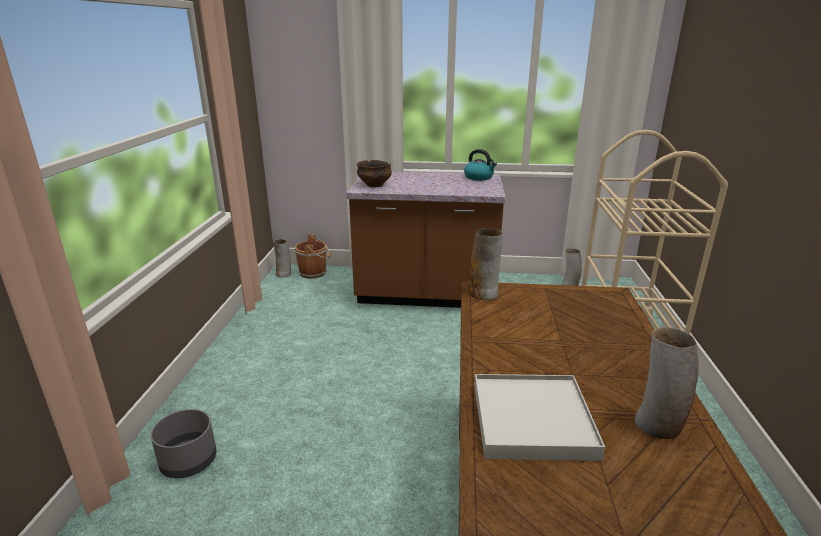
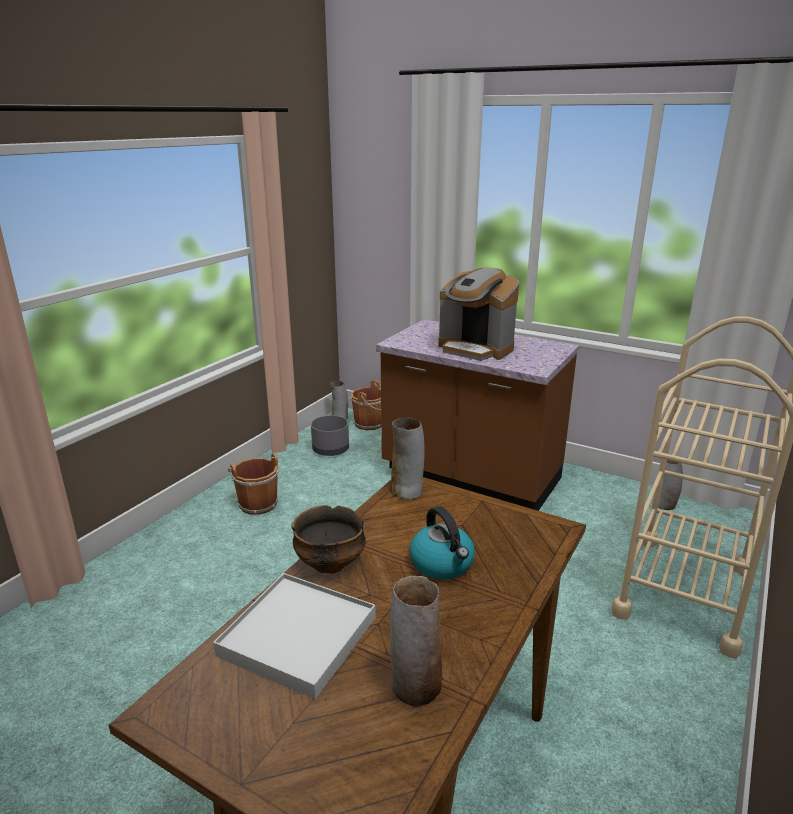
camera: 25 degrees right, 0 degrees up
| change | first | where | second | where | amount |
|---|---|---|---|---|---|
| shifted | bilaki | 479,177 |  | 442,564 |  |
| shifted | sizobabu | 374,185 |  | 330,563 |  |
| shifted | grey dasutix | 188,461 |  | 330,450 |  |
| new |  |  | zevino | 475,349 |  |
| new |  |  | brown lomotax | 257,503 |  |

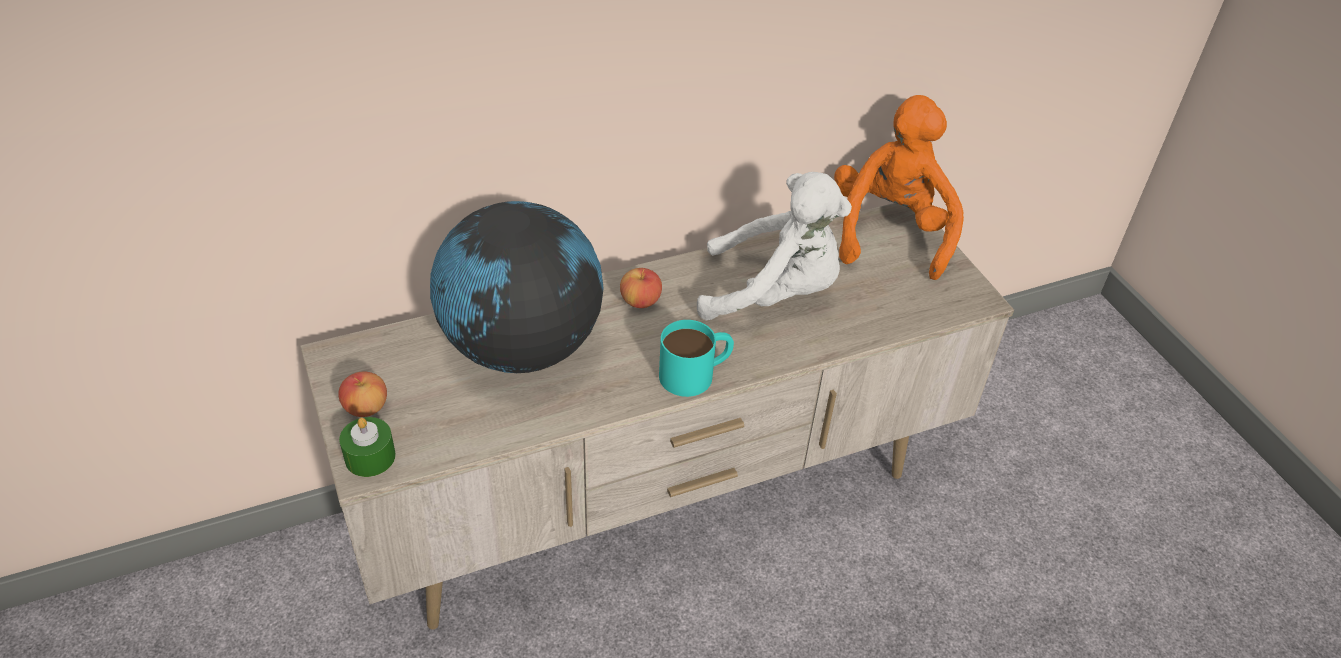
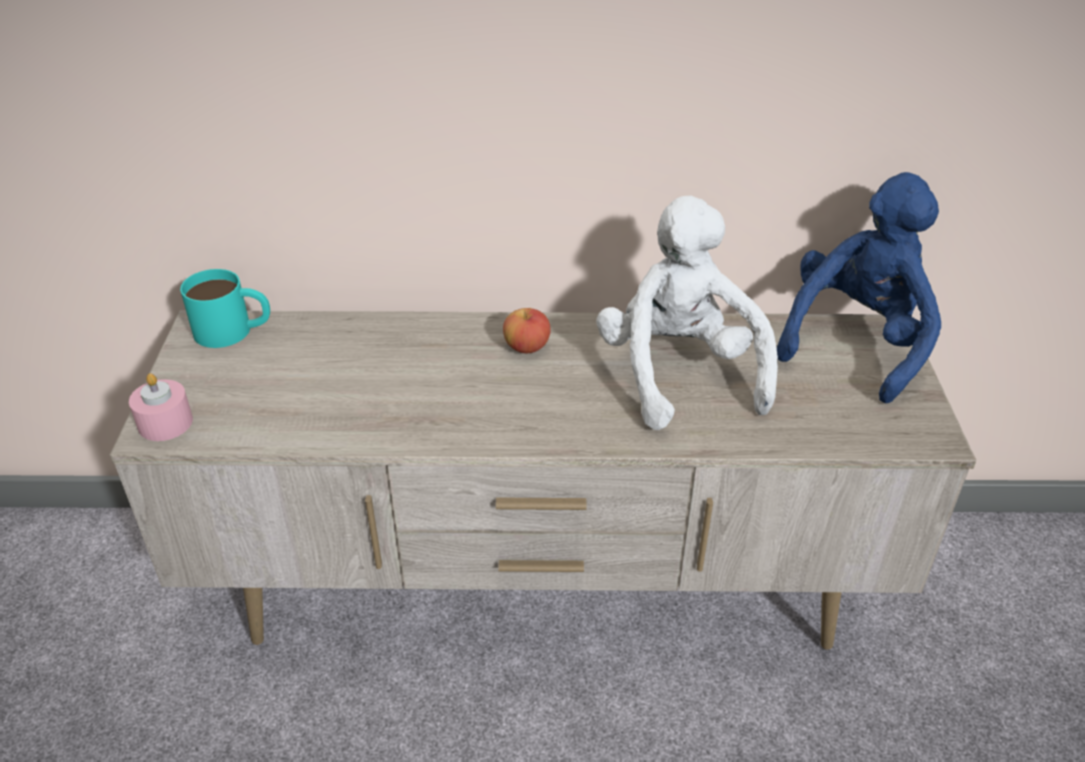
camera: 25 degrees right, 5 degrees down
| change | first | where | second | where | amount |
|---|---|---|---|---|---|
| repainted | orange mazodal | 890,232 | blue mazodal | 856,342 |  |
| rotated | white mazodal | 774,294 |  | 679,373 | 135 degrees counterclockwise |
| gone | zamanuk | 521,347 |  |  |  |
| shifted | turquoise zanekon | 696,373 |  | 234,330 |  |
| gone | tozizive | 366,407 |  |  |  |
| repainted | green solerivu | 370,457 | pink solerivu | 165,423 |  |

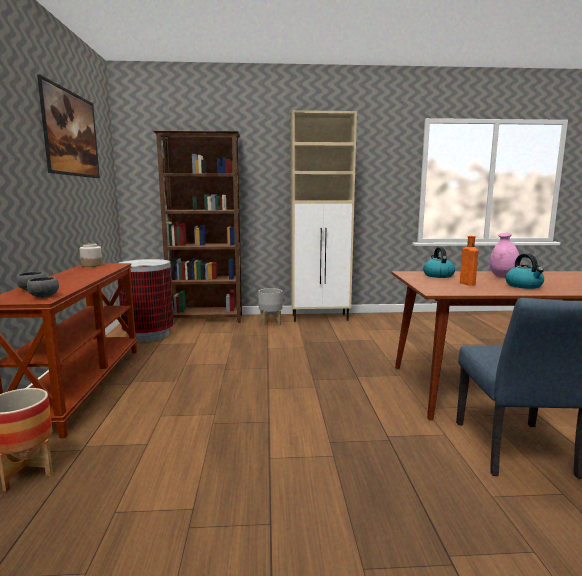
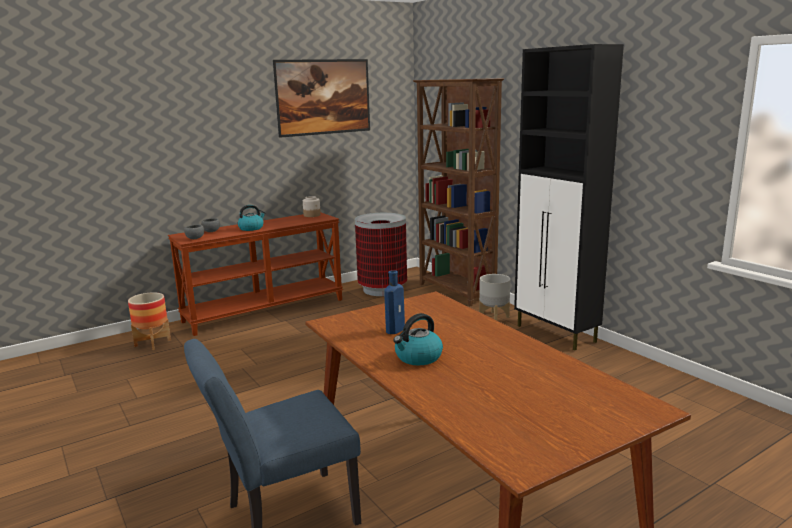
camera: 60 degrees right, 5 degrees up
| change | first | where | second | where | amount |
|---|---|---|---|---|---|
| repainted | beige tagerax | 320,318 | black tagerax | 556,334 |  |
| gone | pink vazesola | 503,277 |  |  |  |
| repainted | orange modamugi | 466,283 | blue modamugi | 396,329 |  |
| shifted | bilaki | 438,275 |  | 251,228 |  |

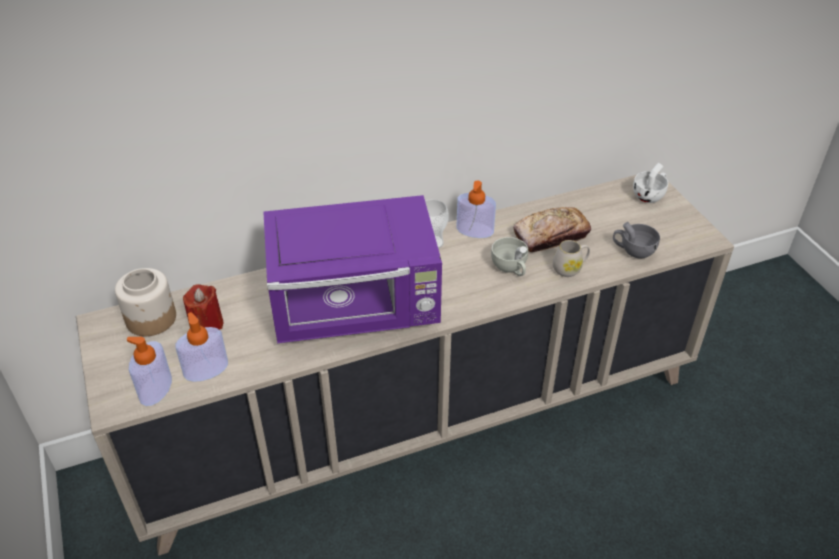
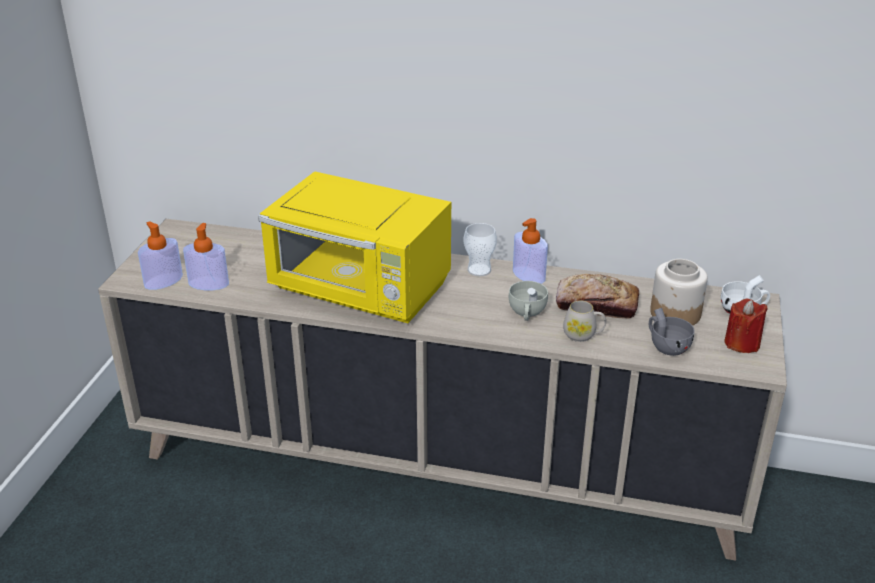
camera: 35 degrees right, 10 degrees down
| change | first | where | second | where | amount |
|---|---|---|---|---|---|
| repainted | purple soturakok | 357,309 | yellow soturakok | 361,291 |  |
| shifted | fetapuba | 152,318 |  | 676,313 |  |
| shifted | red solerivu | 206,324 |  | 742,343 |  |

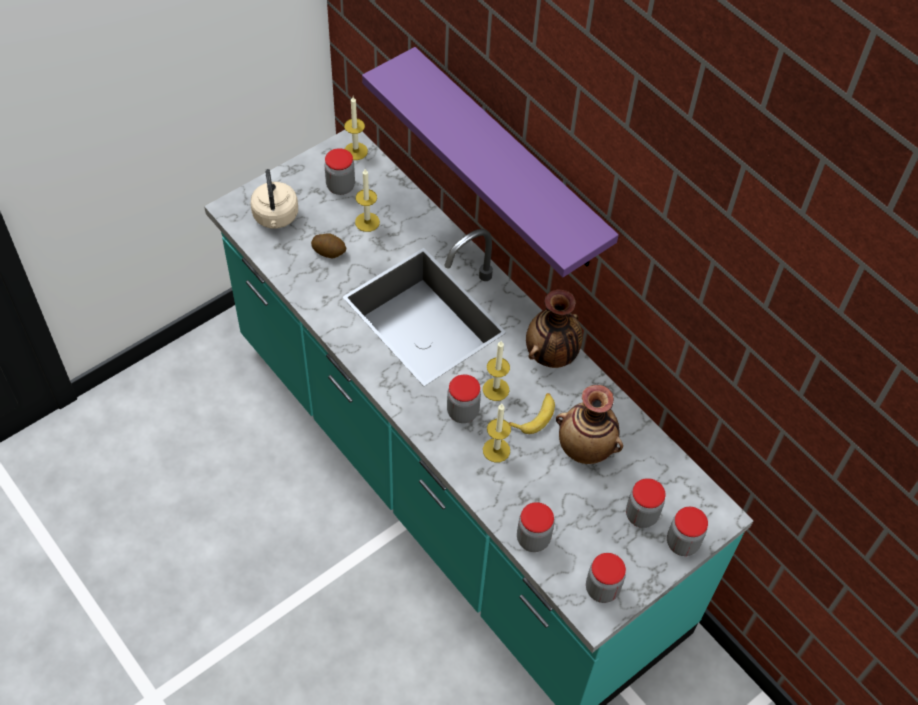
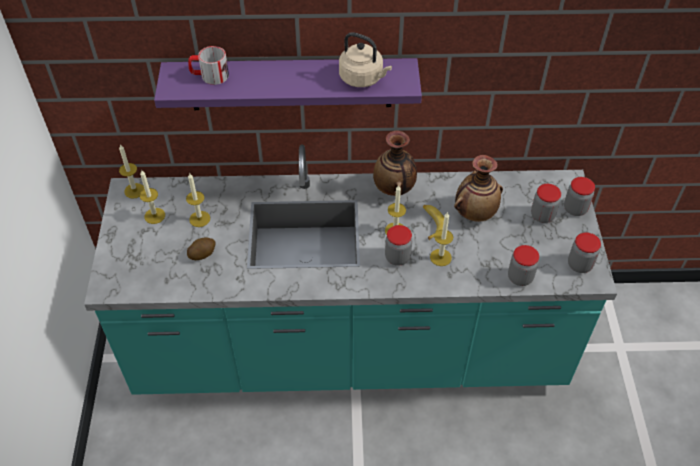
camera: 50 degrees left, 5 degrees down
| change | first | where | second | where | amount |
|---|---|---|---|---|---|
| swapped | fetapuba | 340,186 | solerivu | 154,216 |  |
| shifted | beige bilaki | 276,217 |  | 363,78 |  |
| new |  |  | zanekon | 209,76 |  |

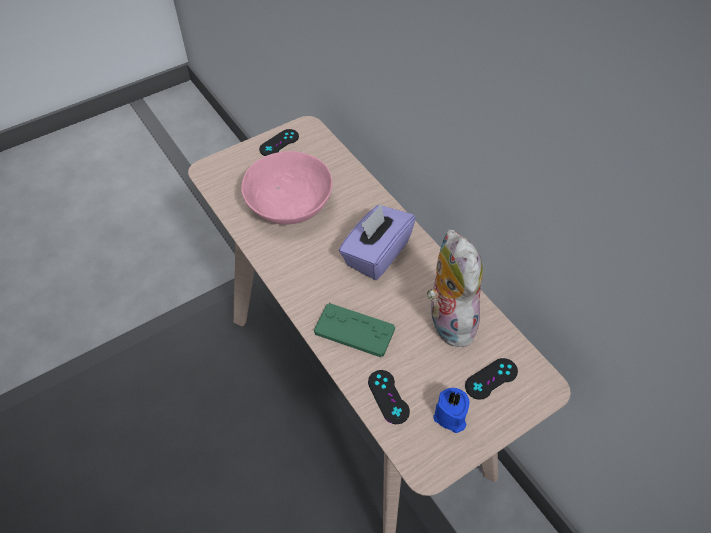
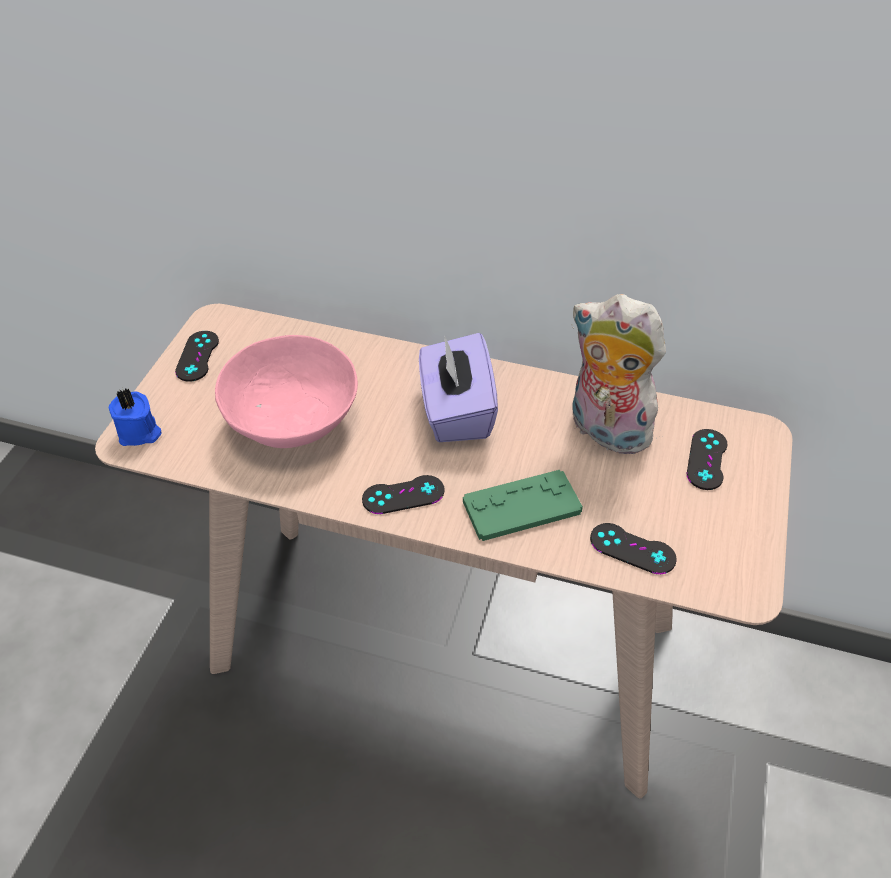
camera: 40 degrees left, 5 degrees down
| change | first | where | second | where | amount |
|---|---|---|---|---|---|
| shifted | blue solerivu | 450,417 |  | 139,433 |  |
| new |  |  | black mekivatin | 403,495 |  |

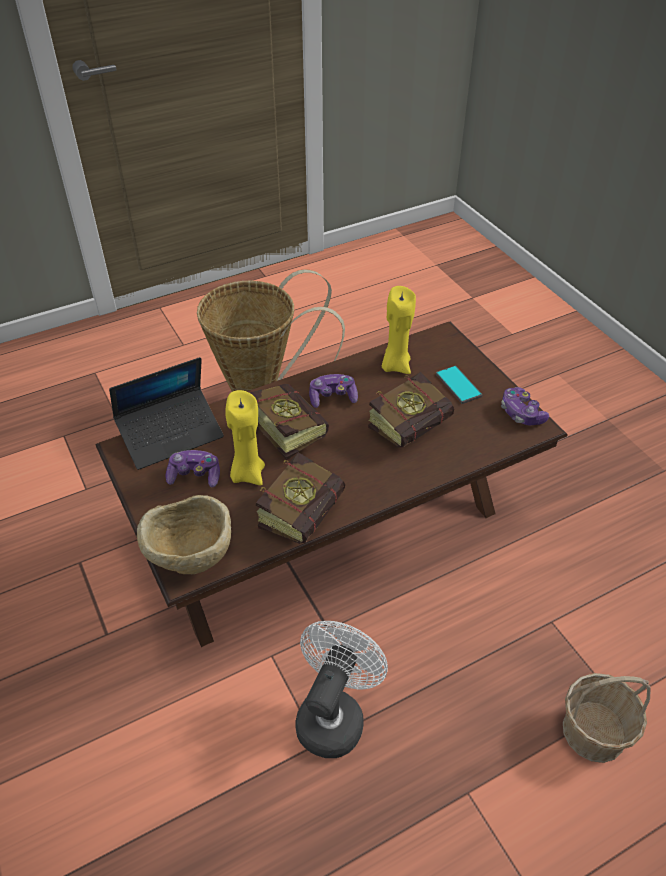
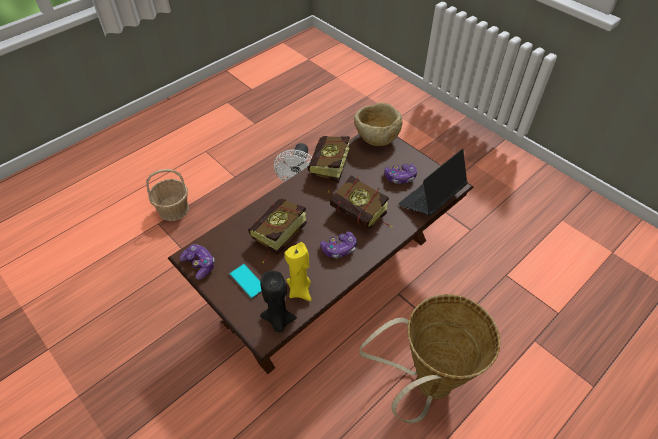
camera: 165 degrees right, 5 degrees up
| change | first | where | second | where | amount |
|---|---|---|---|---|---|
| gone | yellow solerivu | 247,473 |  |  |  |
| new |  |  | black solerivu | 278,320 |  |

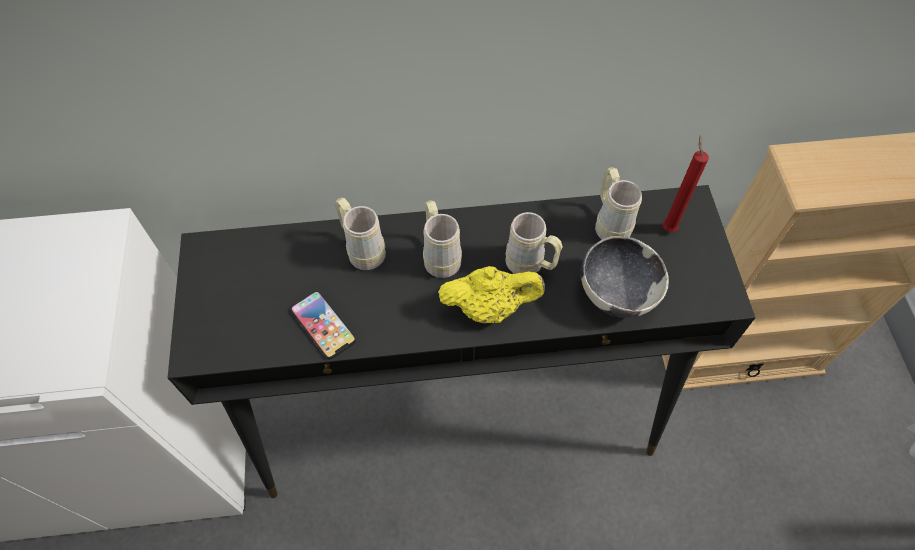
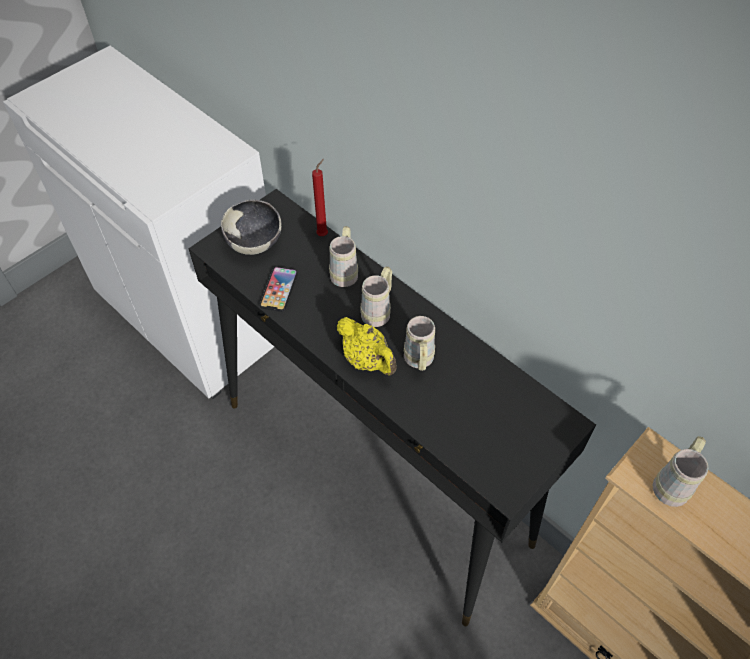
camera: 50 degrees right, 5 degrees down
| change | first | where | second | where | amount |
|---|---|---|---|---|---|
| shifted | red solerivu | 668,227 |  | 323,234 |  |
| shifted | beige zanekon | 610,223 |  | 673,483 |  |
| shifted | sizobabu | 616,293 |  | 255,243 |  |

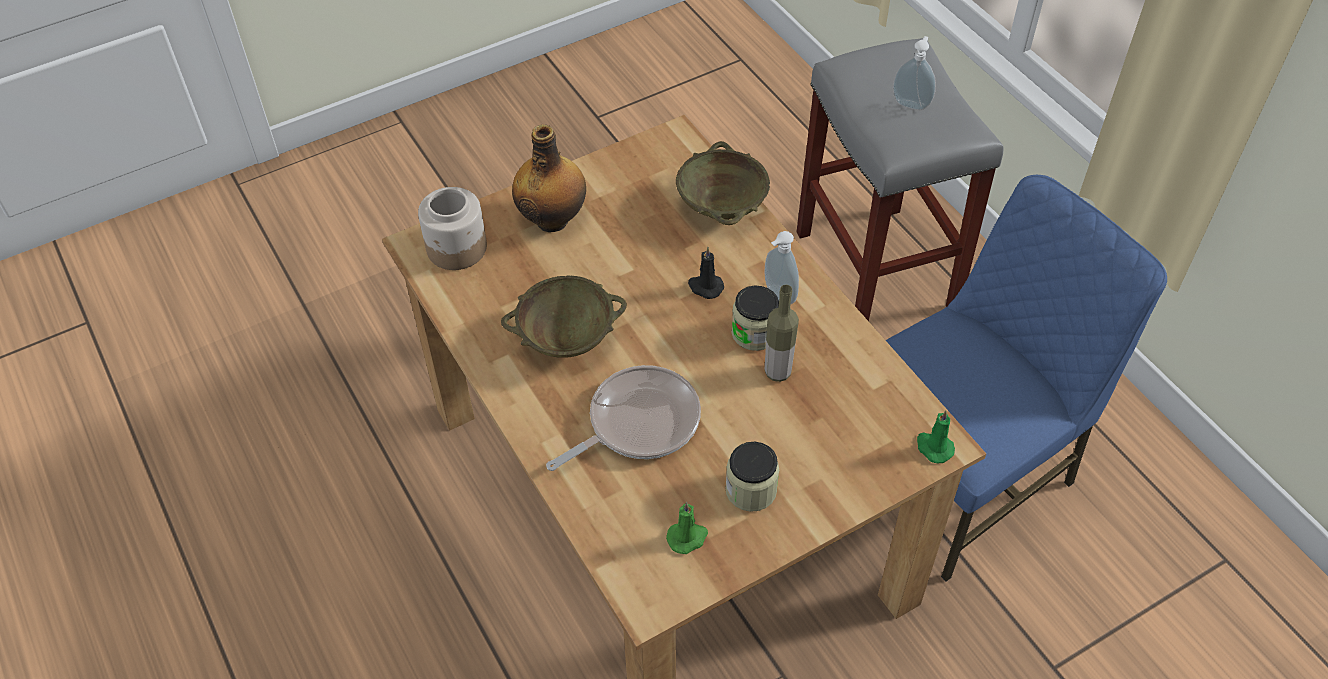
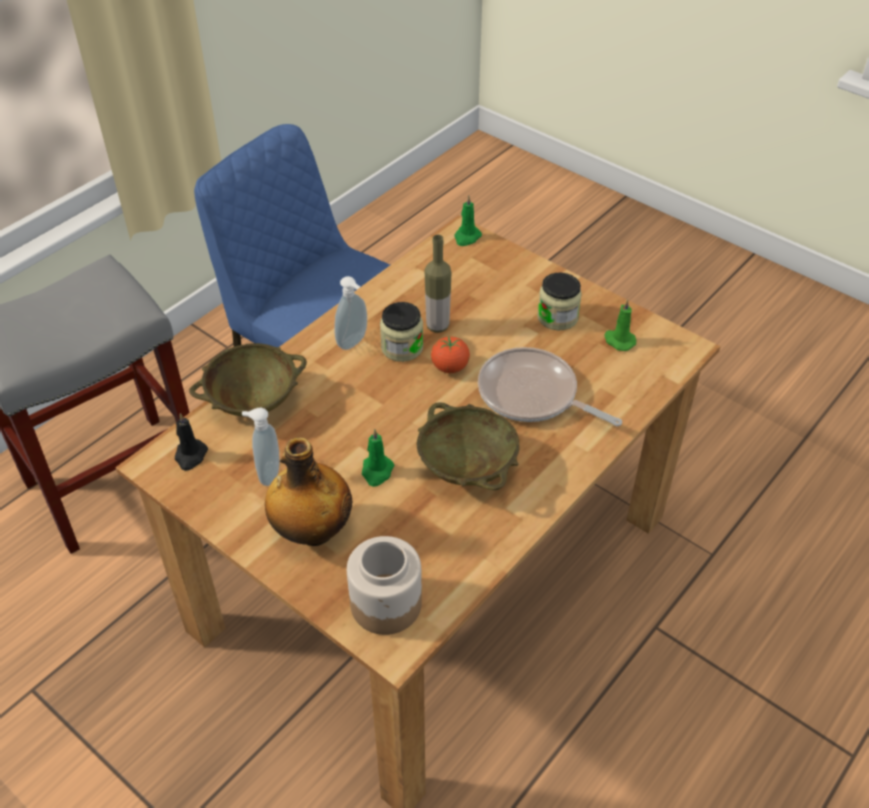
camera: 110 degrees left, 5 degrees down
| change | first | where | second | where | amount |
|---|---|---|---|---|---|
| shifted | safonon | 911,103 |  | 267,473 |  |
| shifted | black solerivu | 705,287 |  | 190,456 |  |
| new |  |  | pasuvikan | 450,367 |  |
| new |  |  | green solerivu | 377,472 |  |

